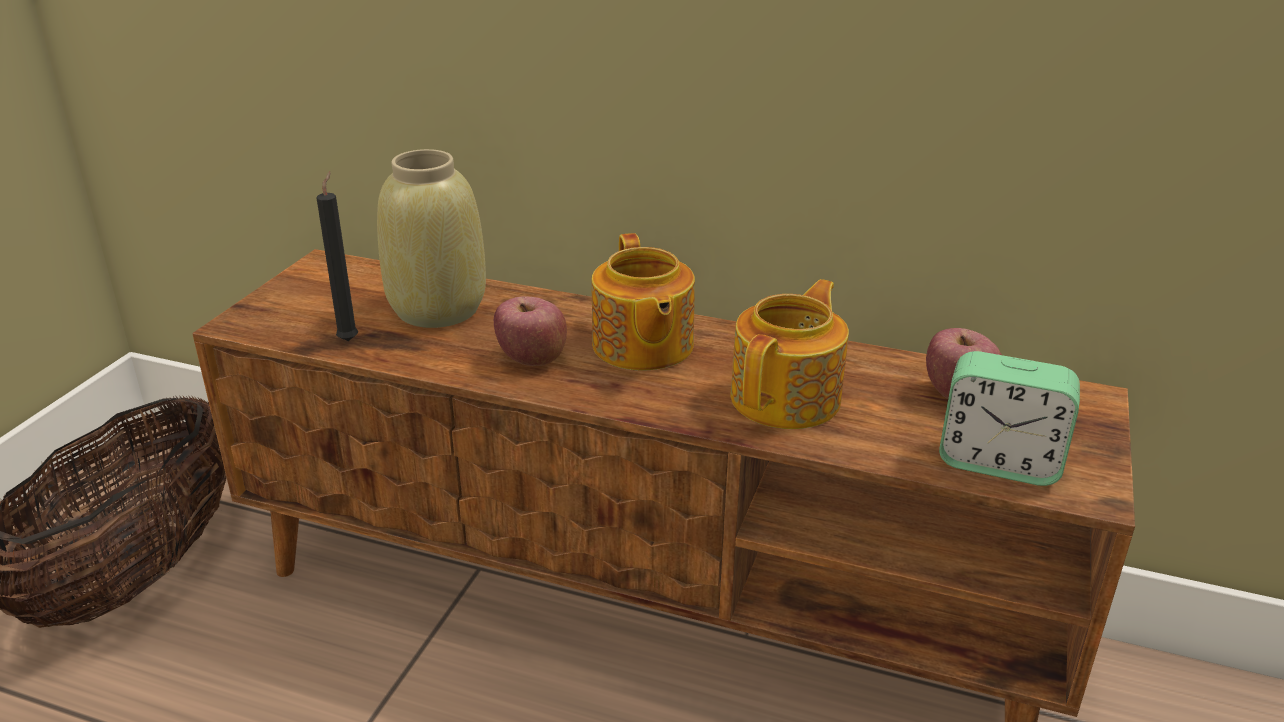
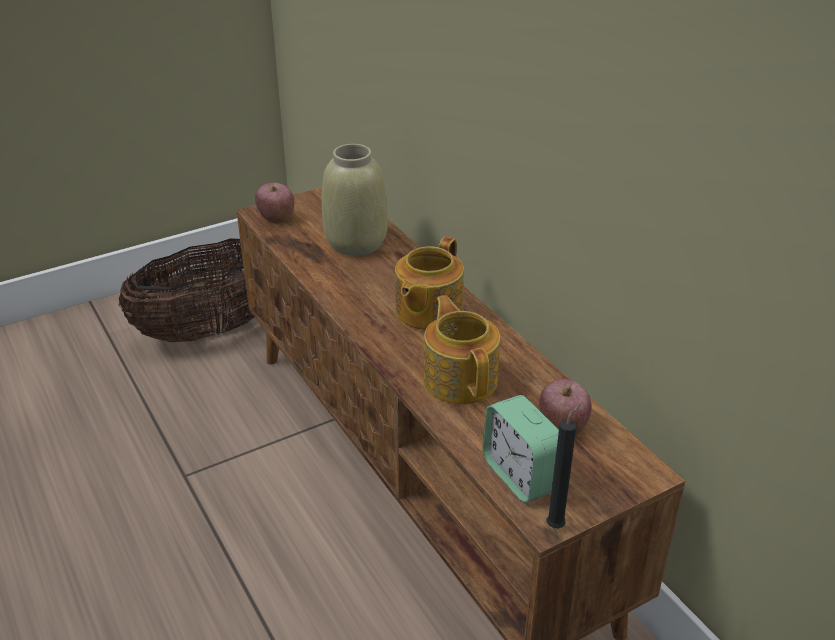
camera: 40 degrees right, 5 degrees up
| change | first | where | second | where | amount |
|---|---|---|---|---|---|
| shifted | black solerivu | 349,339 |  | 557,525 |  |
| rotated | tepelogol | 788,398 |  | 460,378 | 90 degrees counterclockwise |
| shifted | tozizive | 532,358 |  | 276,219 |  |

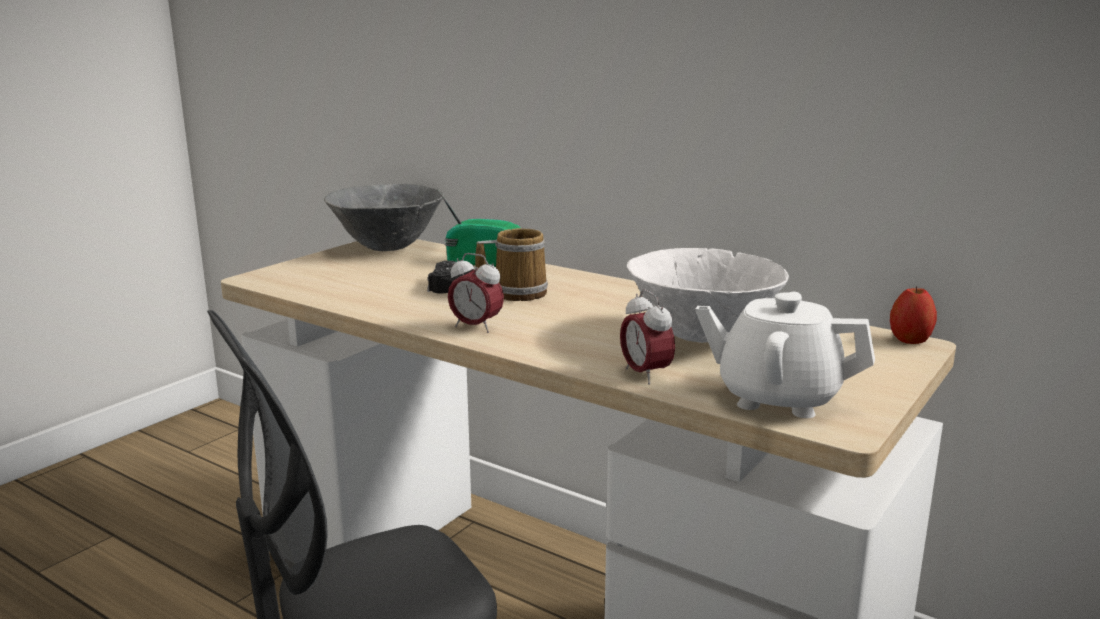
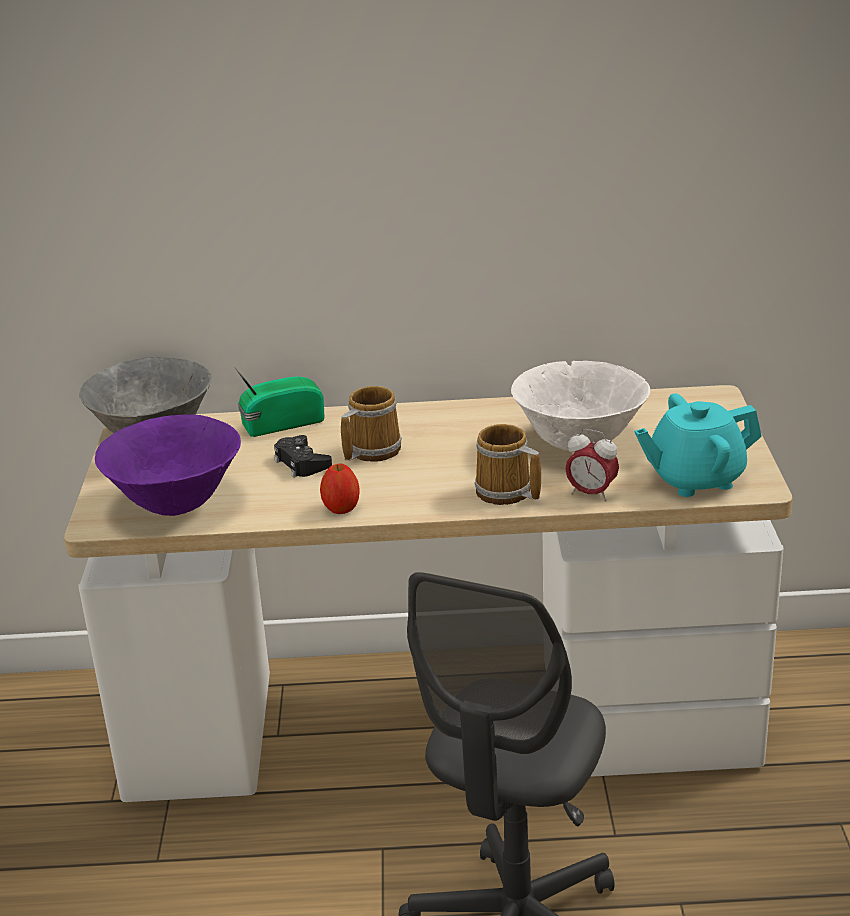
camera: 35 degrees left, 10 degrees up
| change | first | where | second | where | amount |
|---|---|---|---|---|---|
| gone | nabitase | 476,327 |  |  |  |
| shifted | tozizive | 910,340 |  | 341,508 |  |
| repainted | white tepelogol | 777,398 | turquoise tepelogol | 695,479 |  |
| new |  |  | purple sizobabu | 177,504 |  |
| new |  |  | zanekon | 505,493 |  |

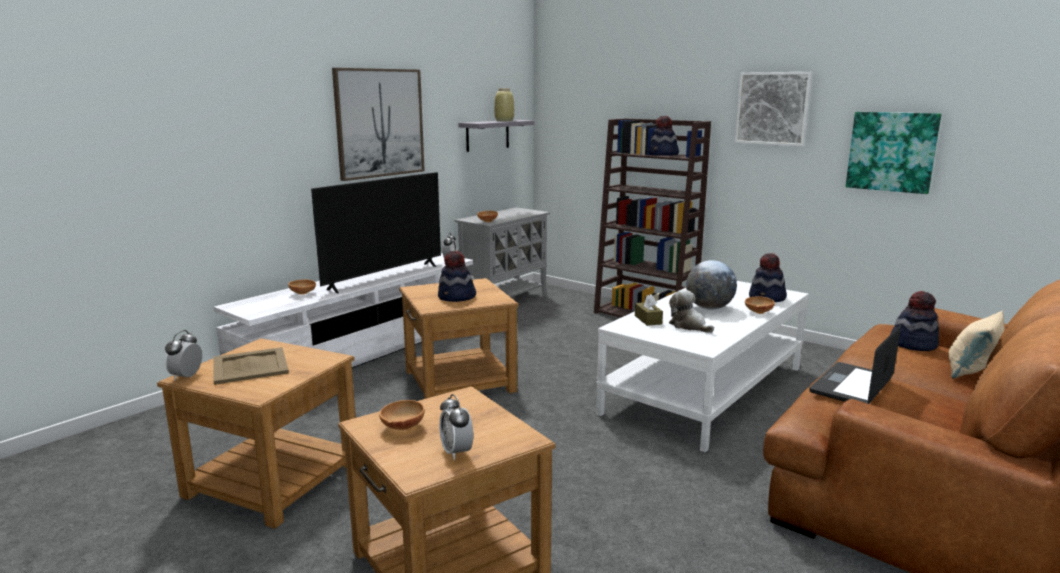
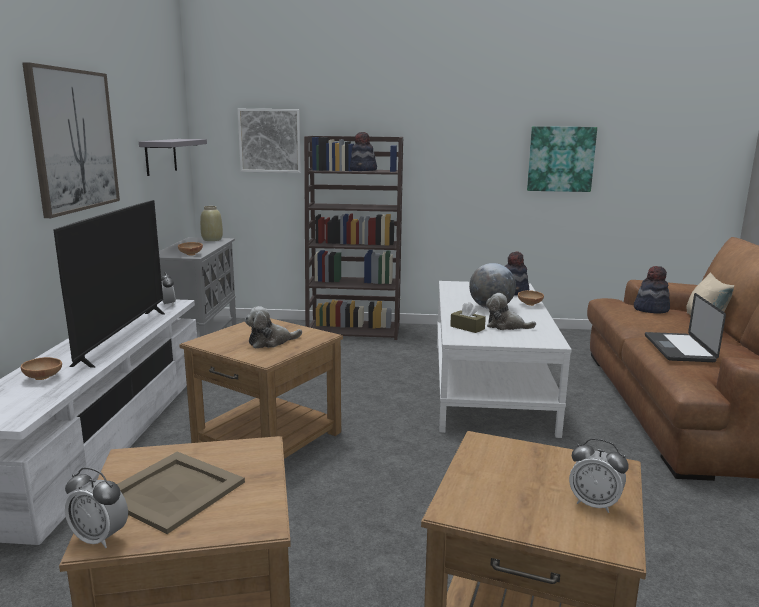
camera: 35 degrees left, 0 degrees up
| change | first | where | second | where | amount |
|---|---|---|---|---|---|
| shifted | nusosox | 772,108 |  | 270,140 |  |
| shifted | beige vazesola | 504,120 |  | 212,239 |  |
| swapped | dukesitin | 457,297 | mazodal | 271,342 |  |
| rotated | nabitase | 186,377 |  | 100,538 | 45 degrees counterclockwise |
| gone | brown sizobabu | 402,427 |  |  |  |

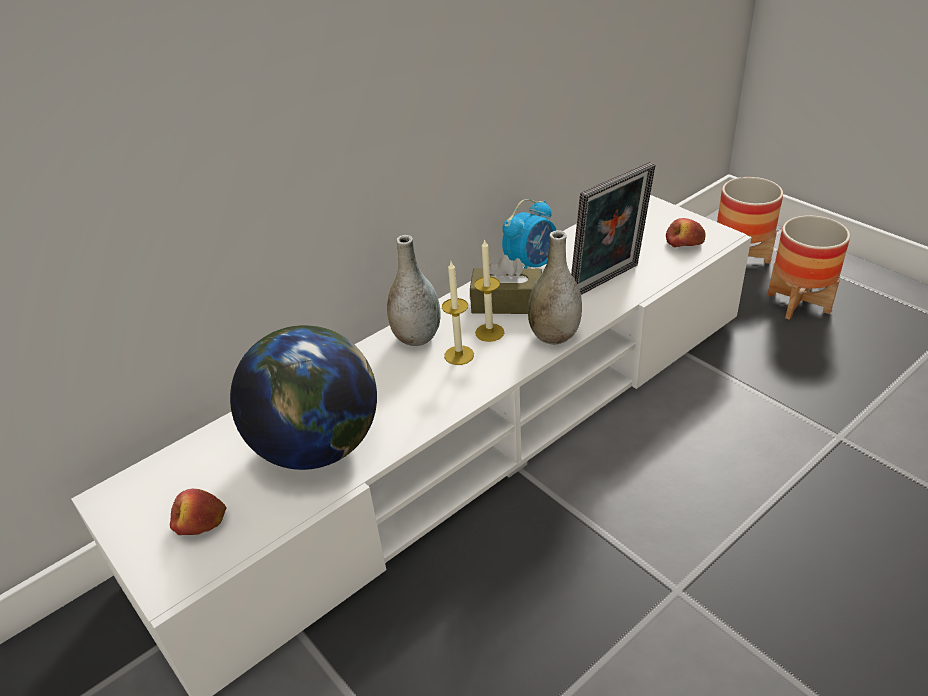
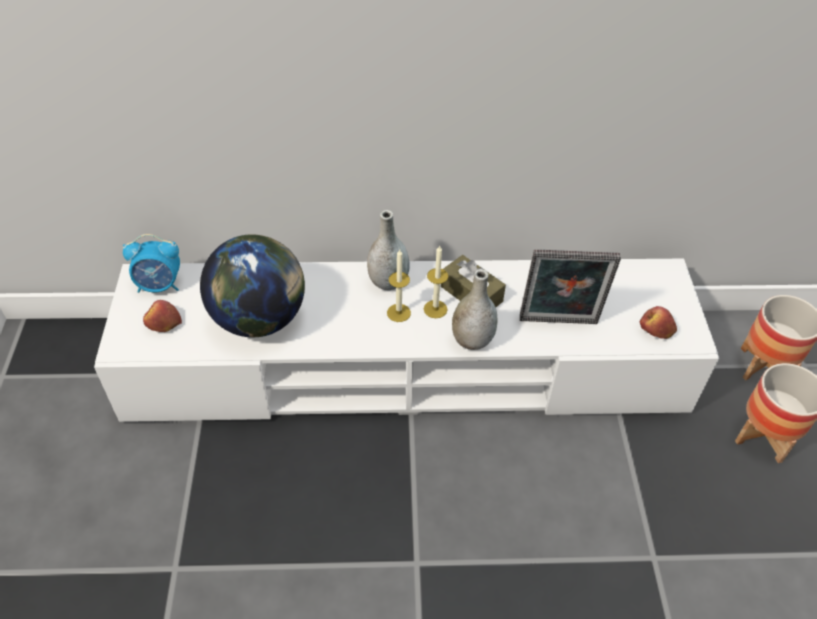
camera: 35 degrees right, 10 degrees up
| change | first | where | second | where | amount |
|---|---|---|---|---|---|
| shifted | nabitase | 531,265 |  | 160,285 |  |

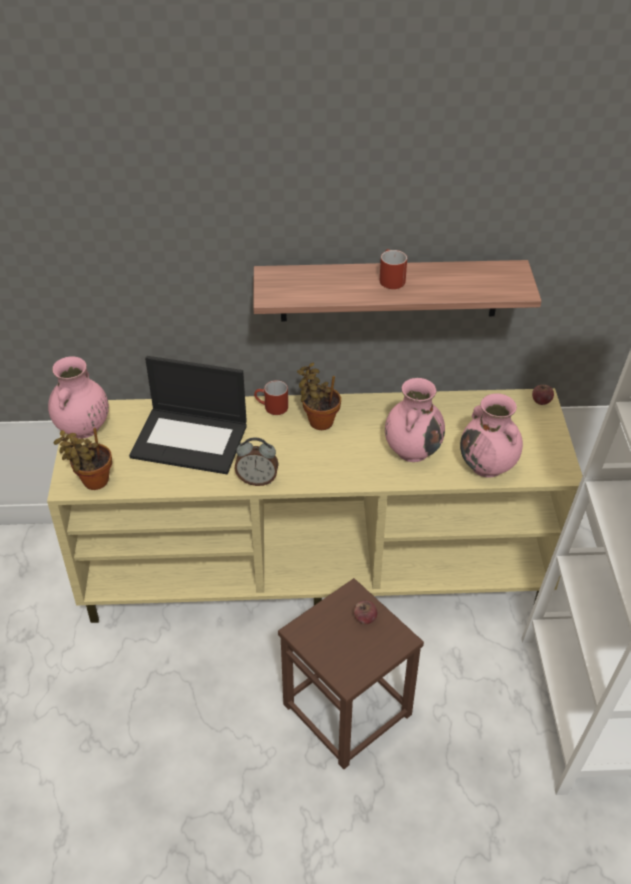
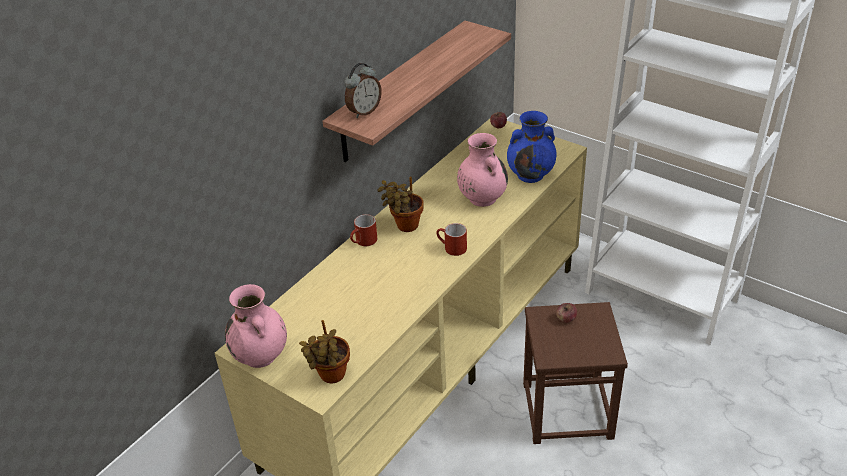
camera: 50 degrees left, 5 degrees down
| change | first | where | second | where | amount |
|---|---|---|---|---|---|
| shifted | red zanekon | 389,278 |  | 451,248 |  |
| gone | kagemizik | 191,440 |  |  |  |
| repainted | pink vazesola | 488,466 | blue vazesola | 531,175 |  |
| shifted | nabitase | 257,480 |  | 364,111 |  |

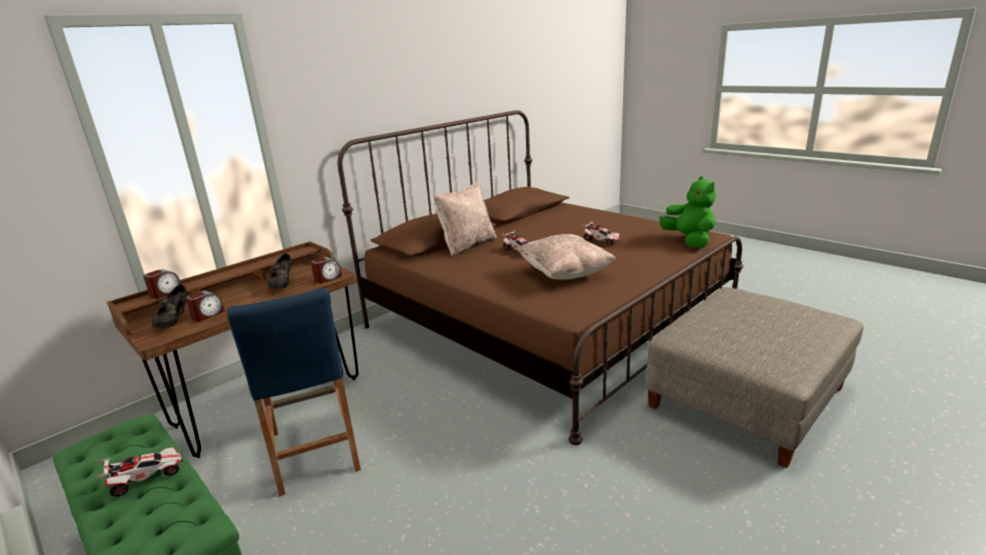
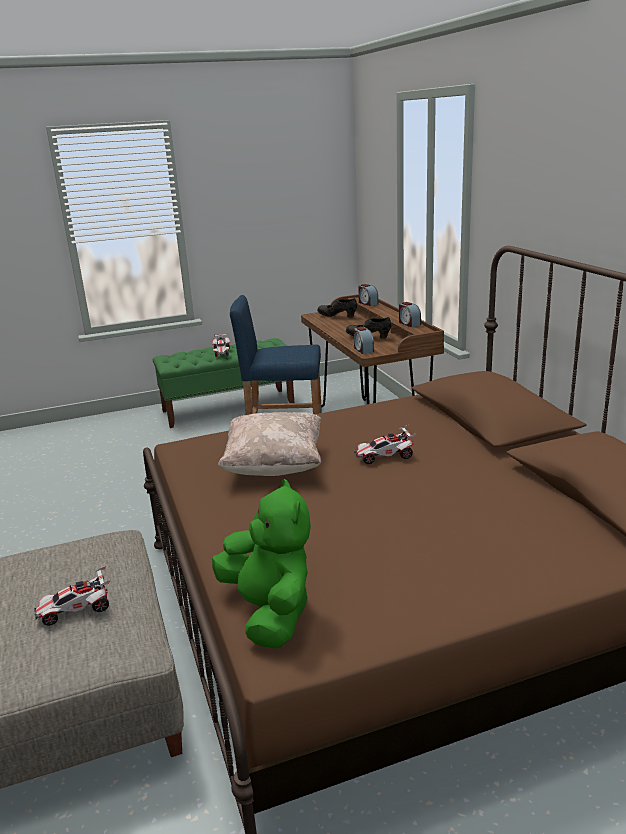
camera: 115 degrees right, 0 degrees up
| change | first | where | second | where | amount |
|---|---|---|---|---|---|
| rotated | green mazodal | 689,241 |  | 270,612 | 120 degrees counterclockwise |
| gone | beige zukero | 467,245 |  |  |  |
| shifted | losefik | 601,241 |  | 76,610 |  |
| shifted | nabitase | 208,315 |  | 409,323 |  |

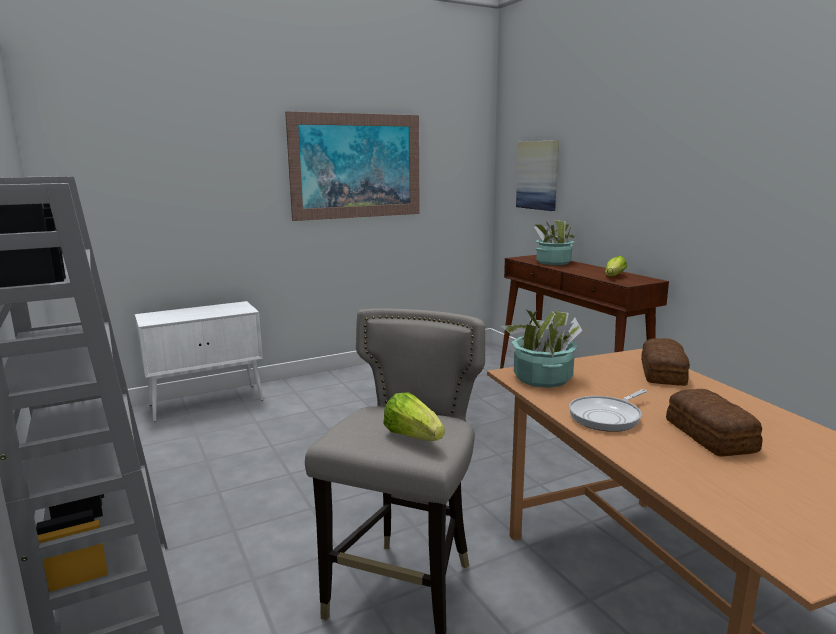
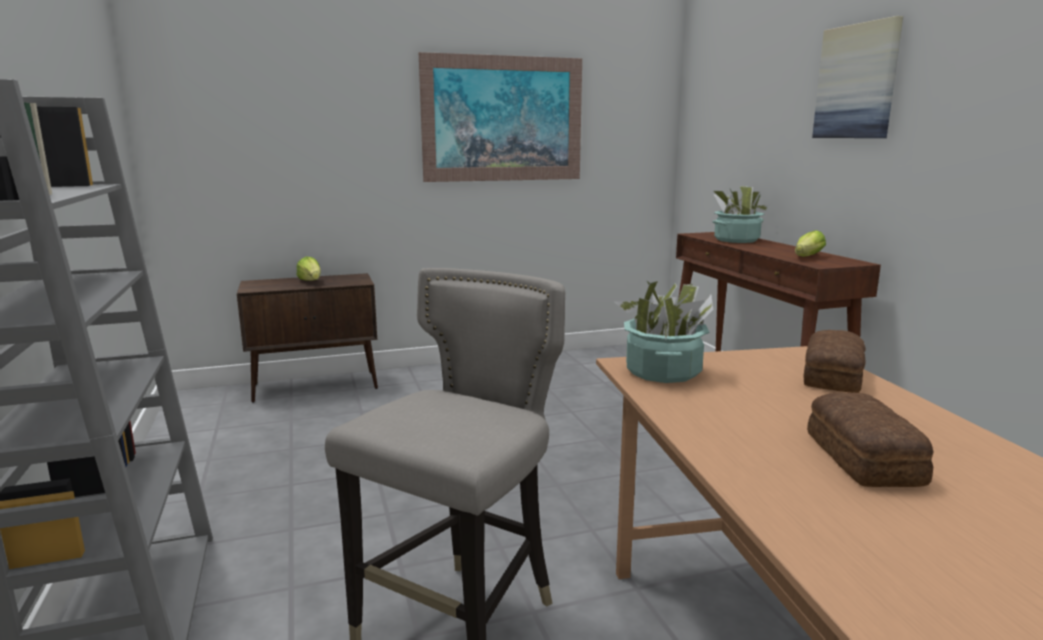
camera: 10 degrees right, 0 degrees up
| change | first | where | second | where | amount |
|---|---|---|---|---|---|
| shifted | nusosox | 538,175 |  | 857,82 |  |
| repainted | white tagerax | 208,402 | brown tagerax | 317,386 |  |
| gone | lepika | 607,417 |  |  |  |
| shifted | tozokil | 413,436 |  | 311,282 |  |

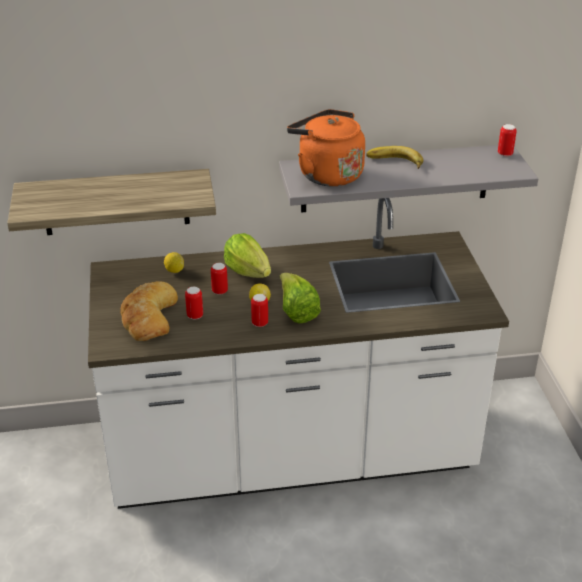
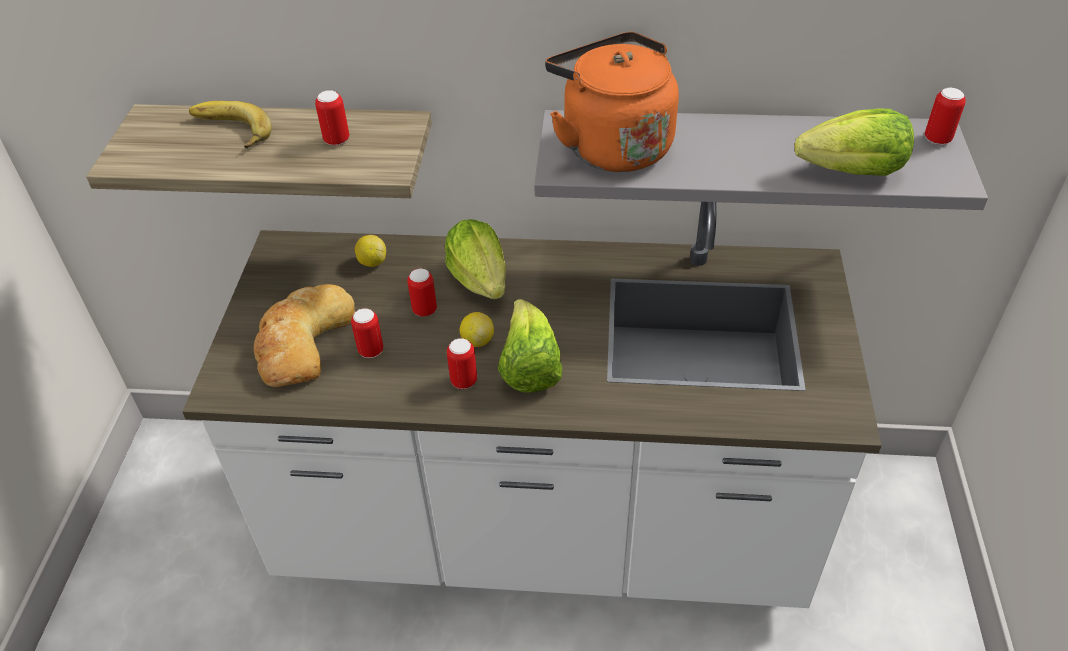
camera: 15 degrees right, 10 degrees up
| change | first | where | second | where | amount |
|---|---|---|---|---|---|
| shifted | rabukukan | 394,163 |  | 229,131 |  |
| new |  |  | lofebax | 336,140 |  |
| new |  |  | tozokil | 853,172 |  |

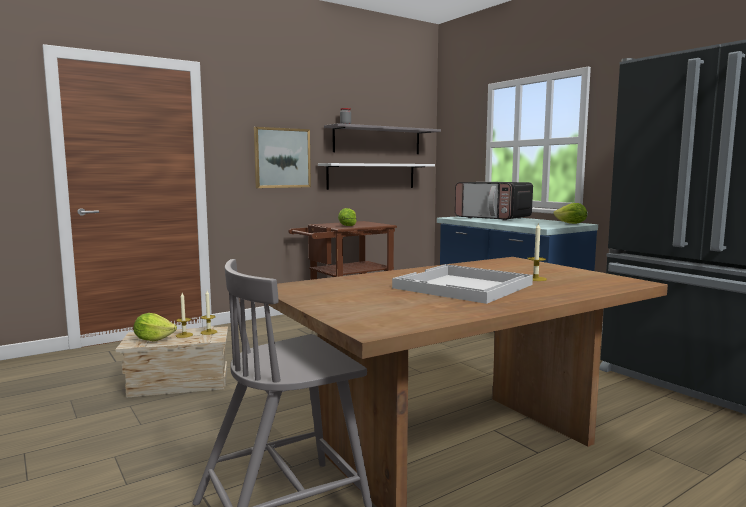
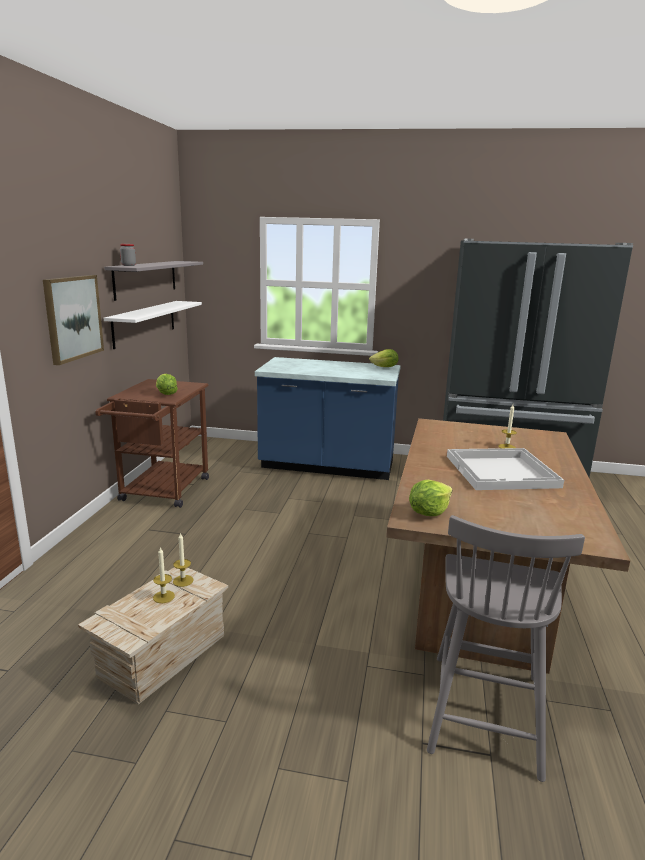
camera: 45 degrees left, 10 degrees up
| change | first | where | second | where | amount |
|---|---|---|---|---|---|
| gone | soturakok | 493,218 |  |  |  |
| shifted | tozokil | 153,339 |  | 428,512 |  |

